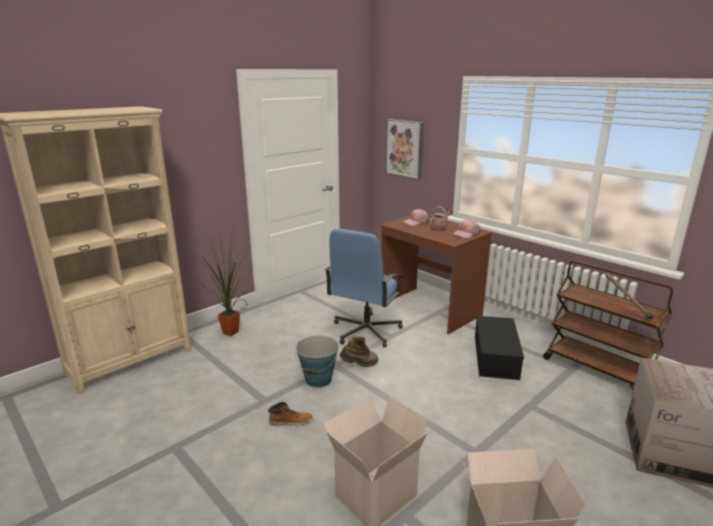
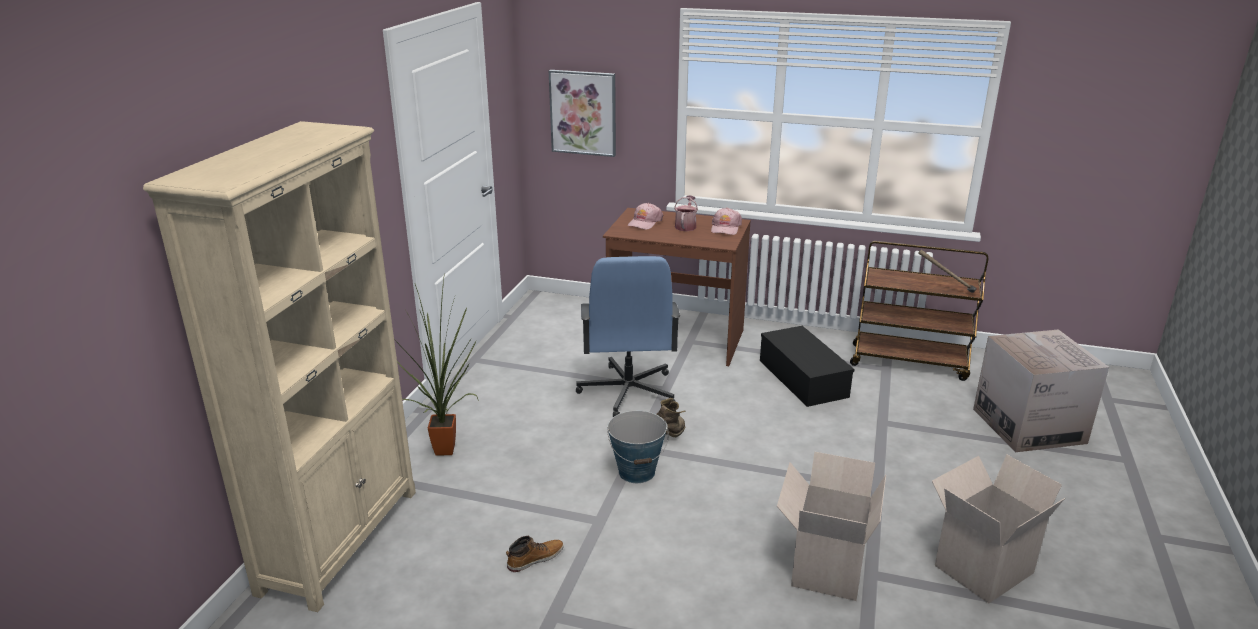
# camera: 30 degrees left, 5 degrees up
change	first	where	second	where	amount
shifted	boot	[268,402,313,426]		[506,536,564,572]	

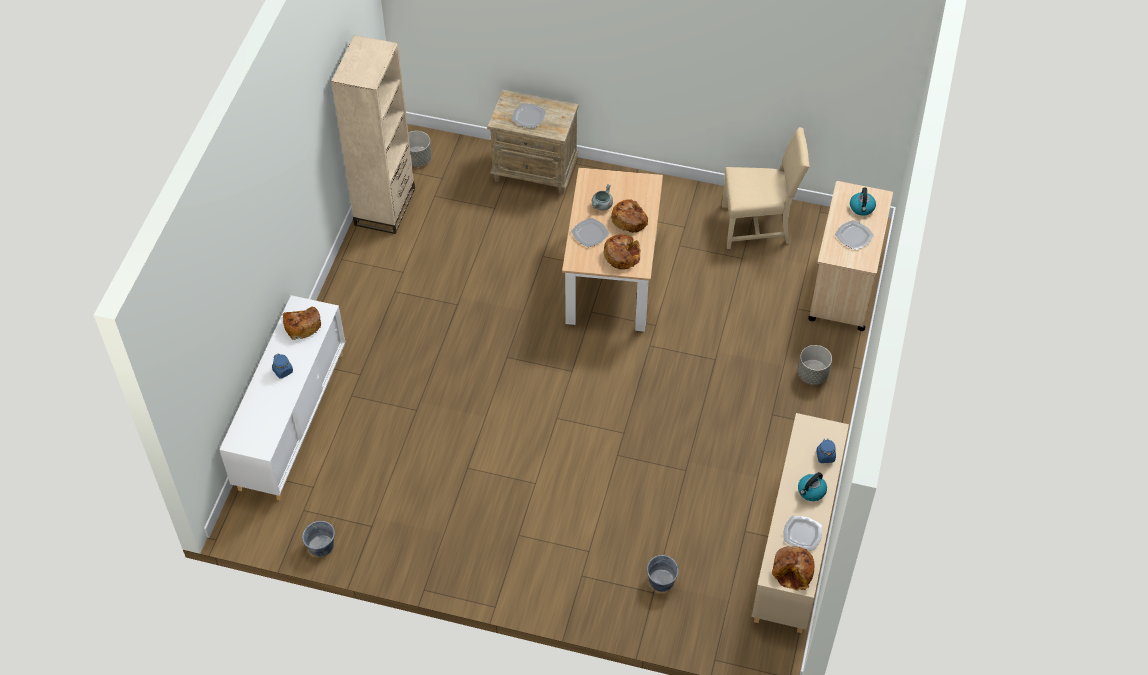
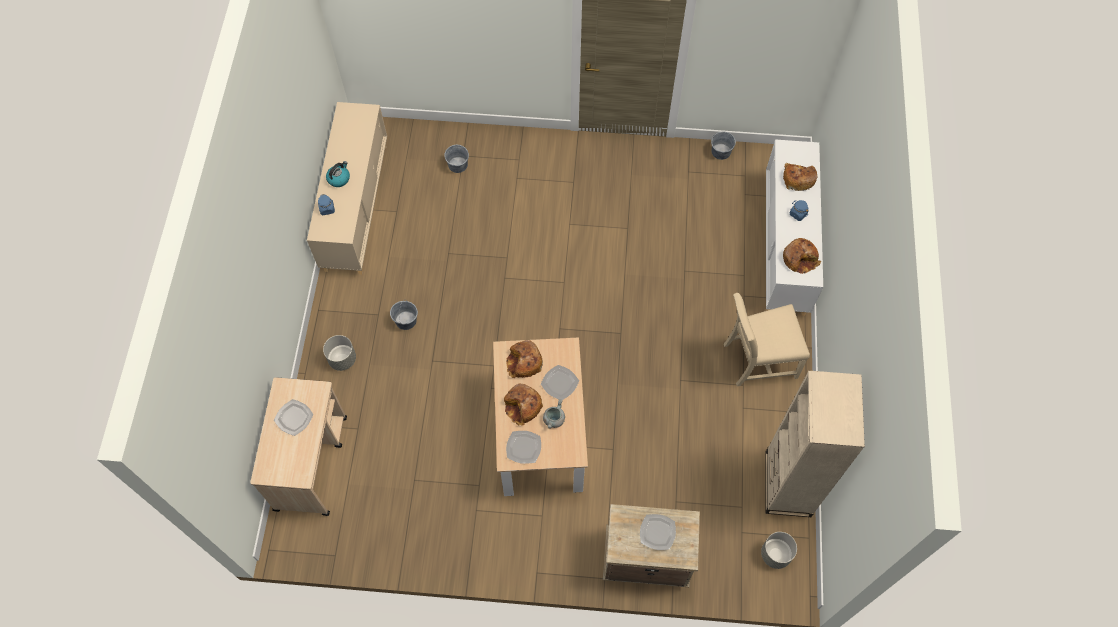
# camera: 170 degrees right, 10 degrees up
change	first	where	second	where	amount
shifted	beige chair	[722,127,810,249]		[724,293,810,386]	
gone	kettle	[850,188,876,216]			
shifted	plate	[783,516,822,550]		[506,431,541,464]	
shifted	bread	[772,546,815,591]		[783,163,817,191]	
new			grey bucket	[390,300,418,330]	

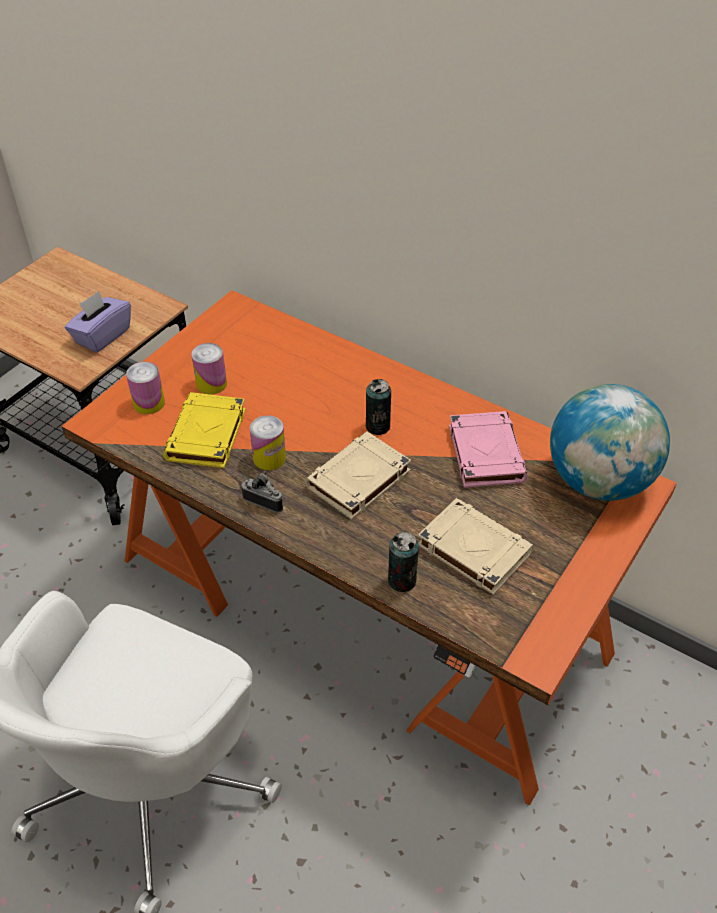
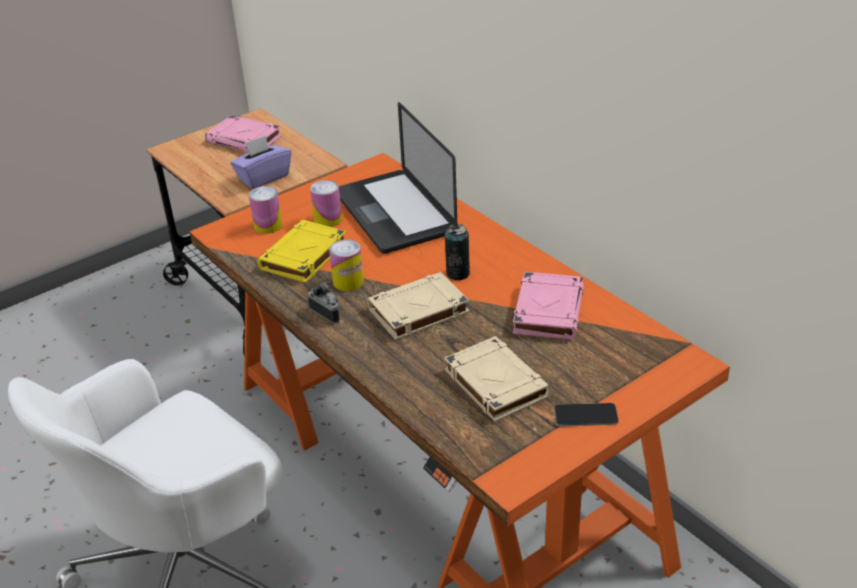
# camera: 20 degrees right, 10 degrees down
change	first	where	second	where	amount
gone	globe	[550,384,670,501]			
gone	can	[388,532,419,592]			
new			laptop	[339,102,457,254]	
new			pink book	[205,115,282,153]	
new			phone	[555,403,619,426]	

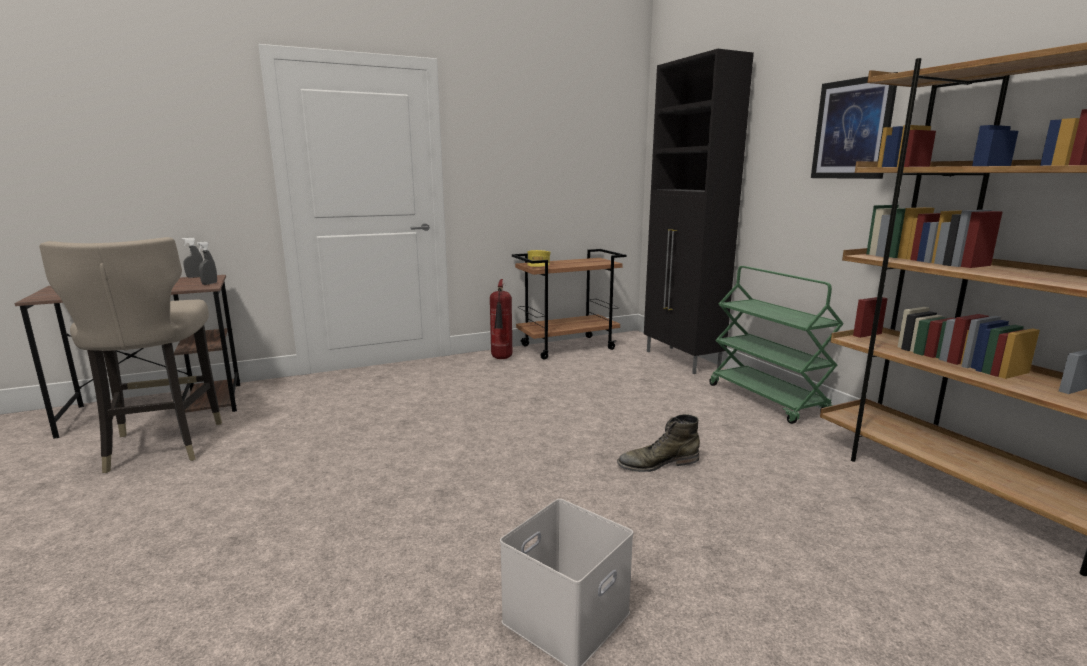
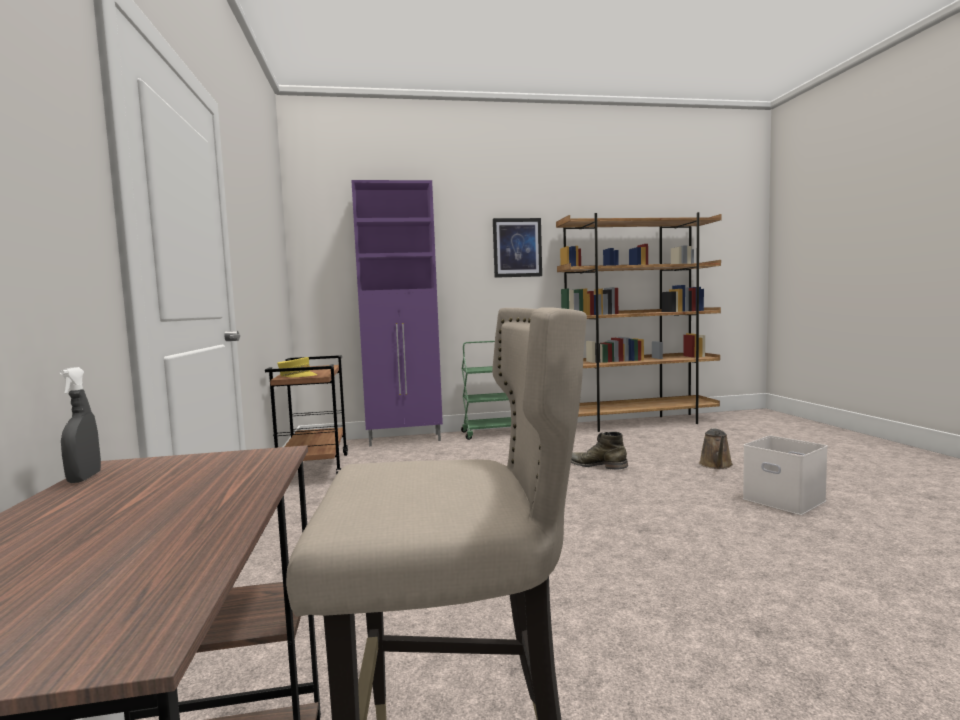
# camera: 75 degrees left, 10 degrees down
change	first	where	second	where	amount
repainted	black cabinet	[644,49,754,374]	purple cabinet	[351,180,443,446]	
gone	grey spray bottle	[197,241,217,285]			
gone	fire extinguisher	[490,279,512,359]			
rotated	green boot	[617,414,700,472]		[571,432,628,470]	120 degrees clockwise
new			brown watering can	[699,428,733,469]	

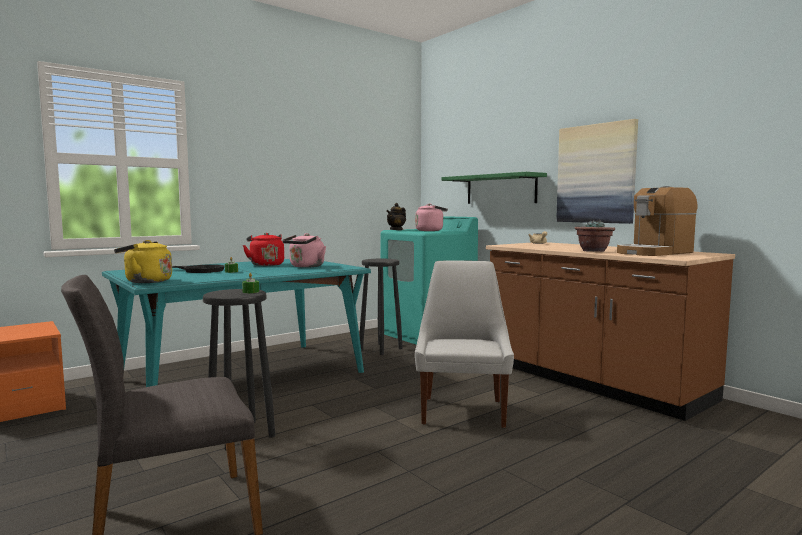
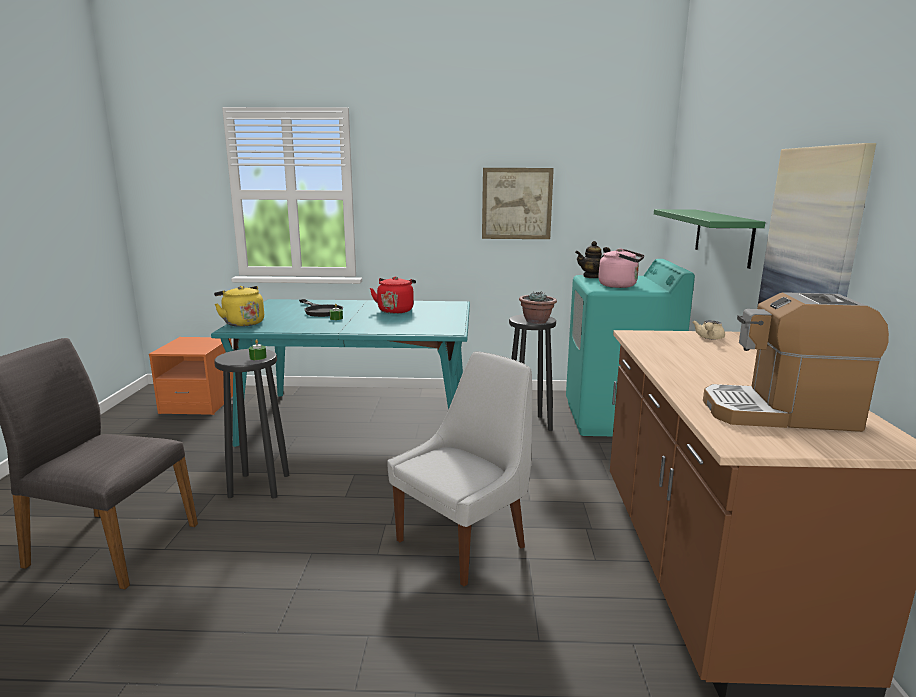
# camera: 40 degrees right, 10 degrees up
change	first	where	second	where	amount
shifted	potted plant	[575,220,615,252]		[519,291,557,324]	
gone	pink kettle	[282,233,326,268]			
new			picture	[482,168,554,239]	

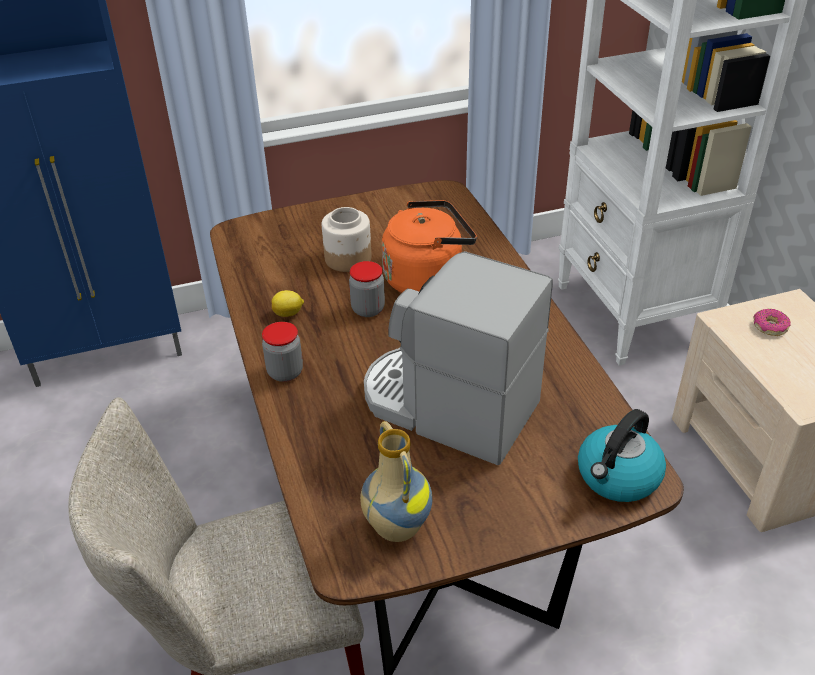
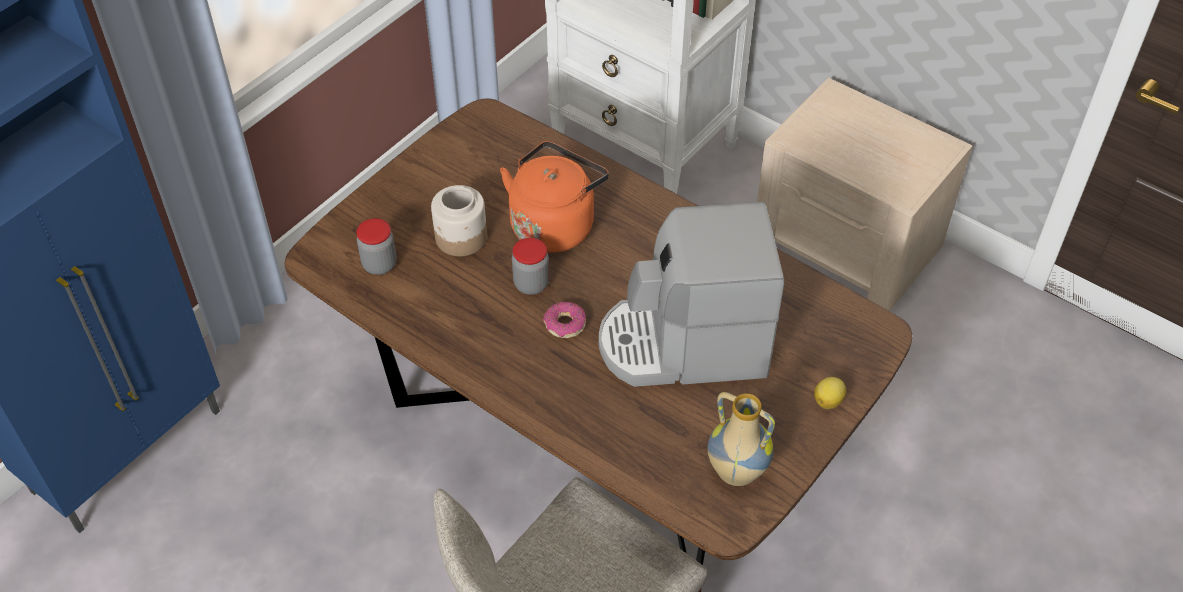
# camera: 35 degrees left, 10 degrees up
change	first	where	second	where	amount
shifted	lemon	[272,290,304,317]		[814,377,846,409]	
shifted	donut	[753,309,791,336]		[543,302,586,338]	
shifted	jar	[262,322,303,382]		[356,218,397,275]	
gone	kettle	[578,409,666,502]			

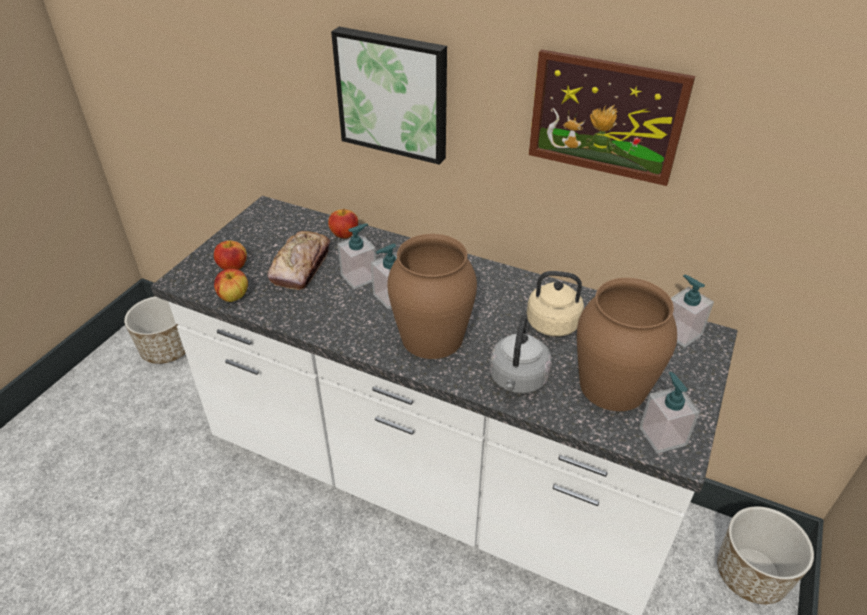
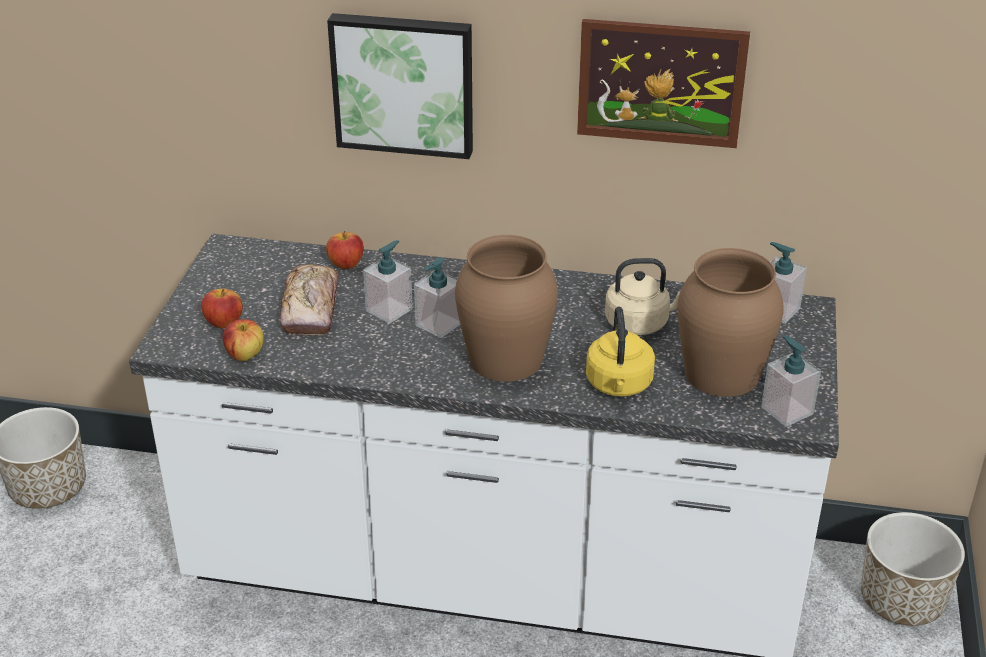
# camera: 15 degrees left, 5 degrees down
change	first	where	second	where	amount
repainted	grey kettle	[490,314,551,394]	yellow kettle	[586,307,655,397]	

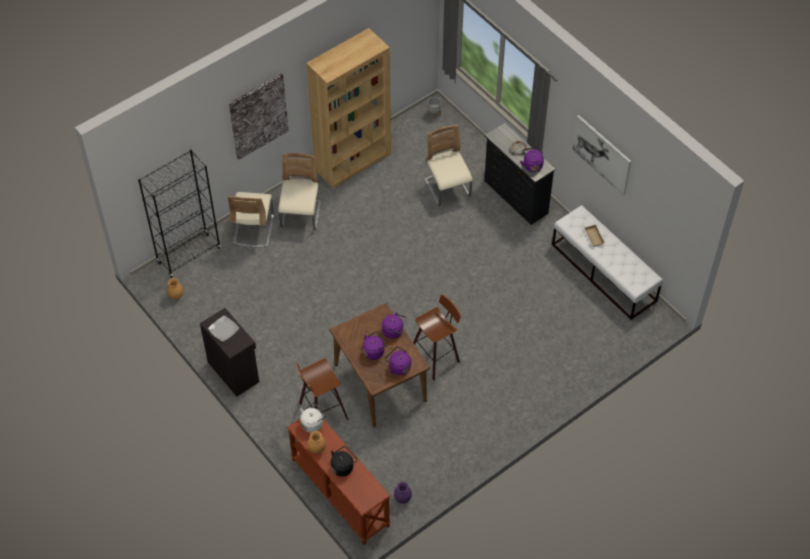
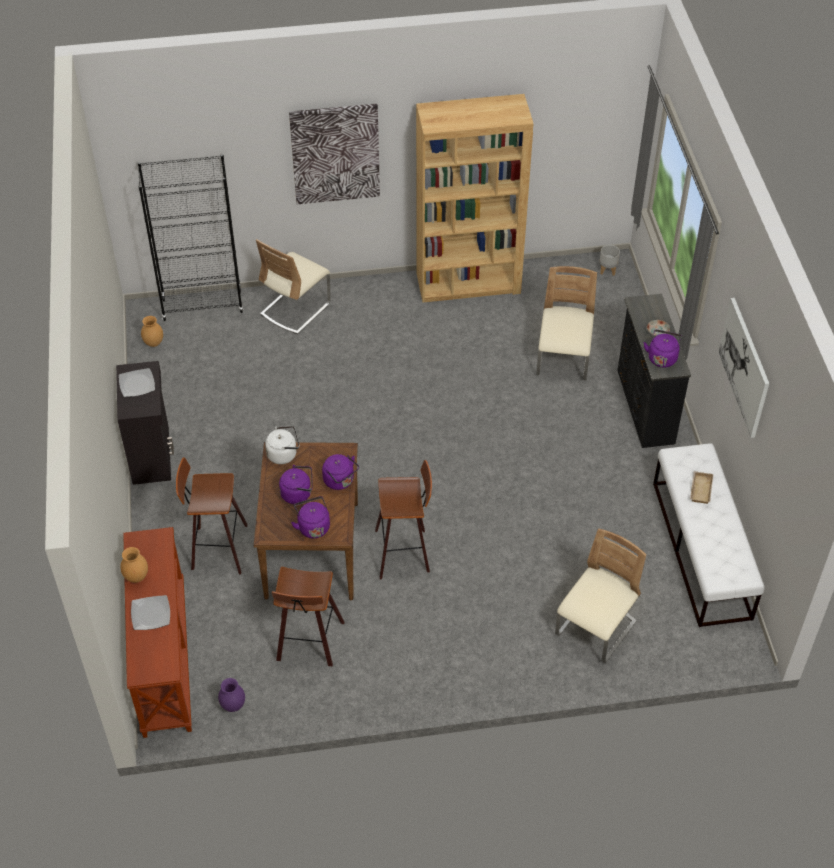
# camera: 30 degrees right, 5 degrees down
change	first	where	second	where	amount
shifted	beige chair	[278,153,321,230]		[555,529,646,663]	
shifted	white kettle	[300,403,327,433]		[265,426,300,464]	
swapped	black kettle	[331,446,358,477]	plate	[131,595,170,630]	
new			stool	[272,567,345,667]	

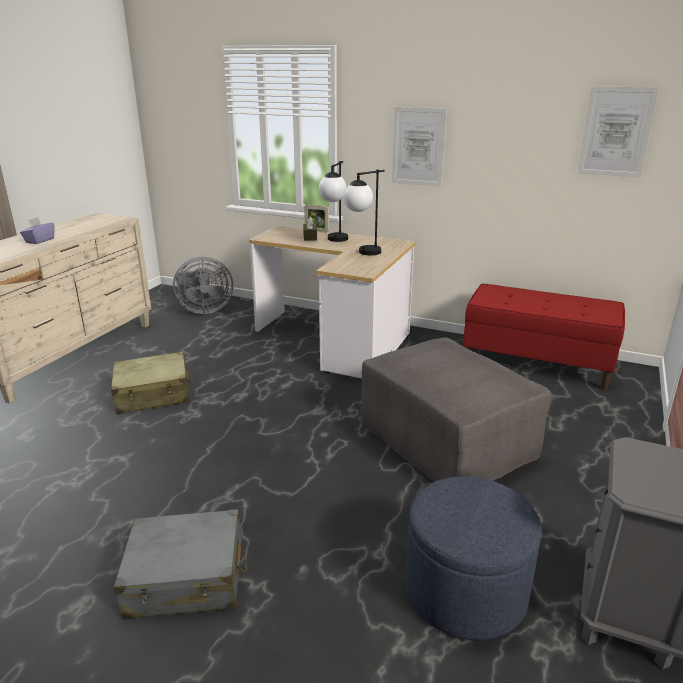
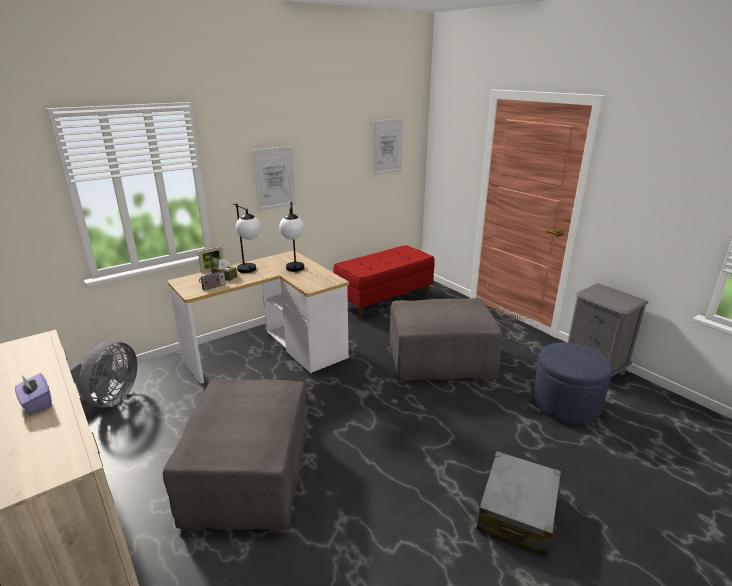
# camera: 60 degrees left, 0 degrees up
change	first	where	second	where	amount
swapped	beige suitcase	[111,351,194,414]	grey ottoman	[163,379,308,531]	
new			radio	[199,268,226,291]	

